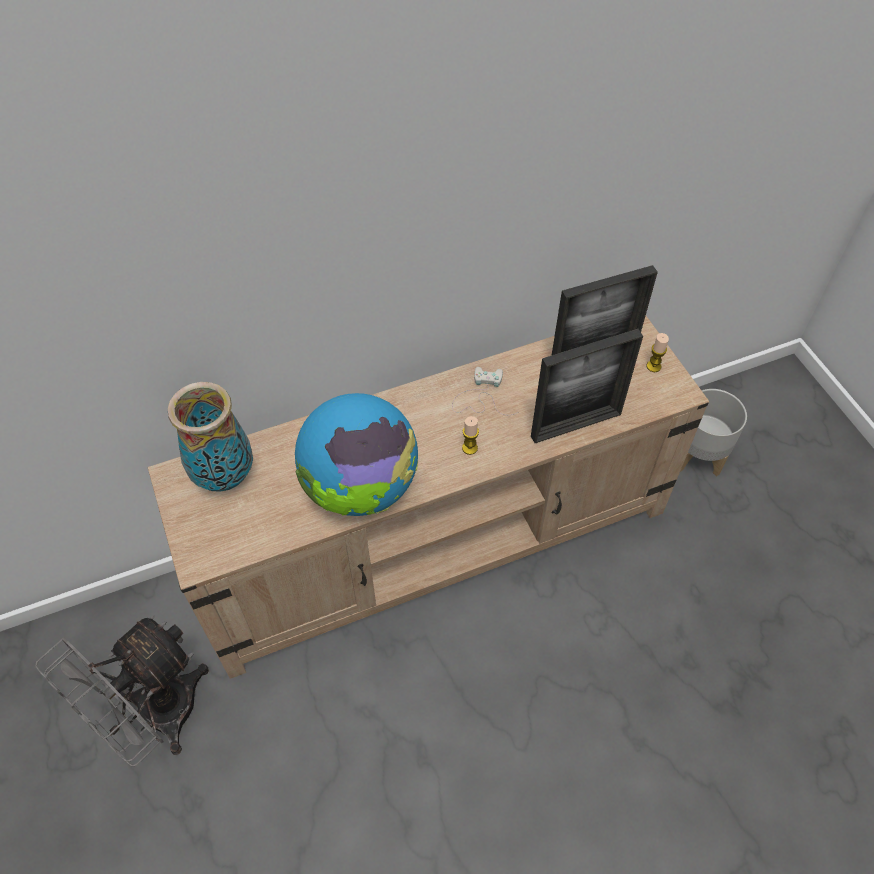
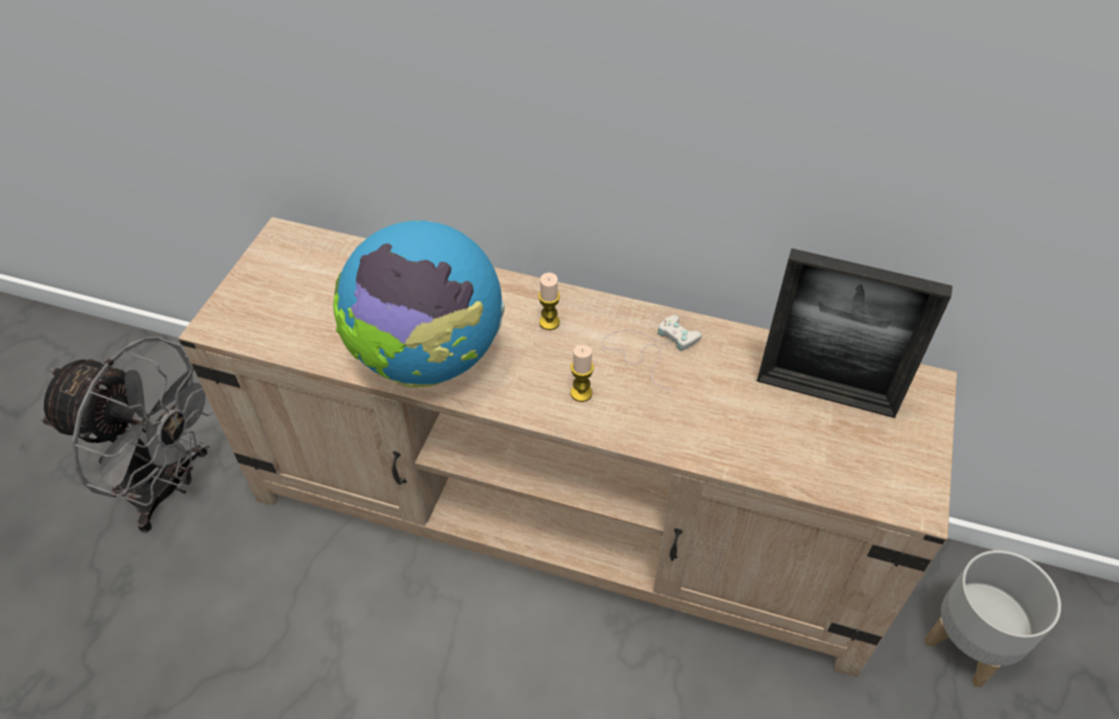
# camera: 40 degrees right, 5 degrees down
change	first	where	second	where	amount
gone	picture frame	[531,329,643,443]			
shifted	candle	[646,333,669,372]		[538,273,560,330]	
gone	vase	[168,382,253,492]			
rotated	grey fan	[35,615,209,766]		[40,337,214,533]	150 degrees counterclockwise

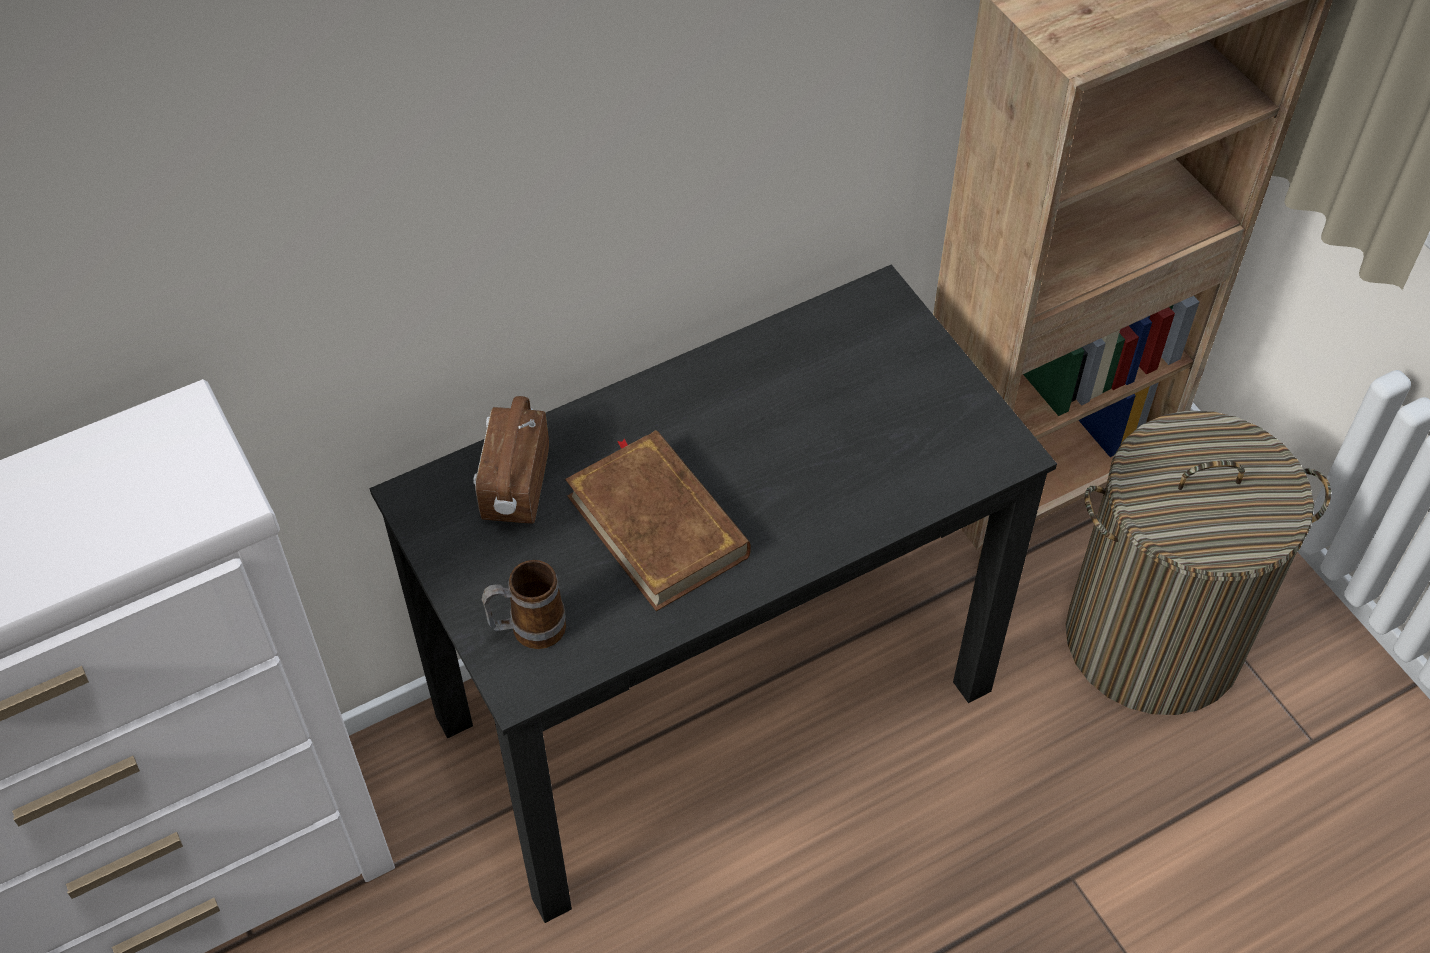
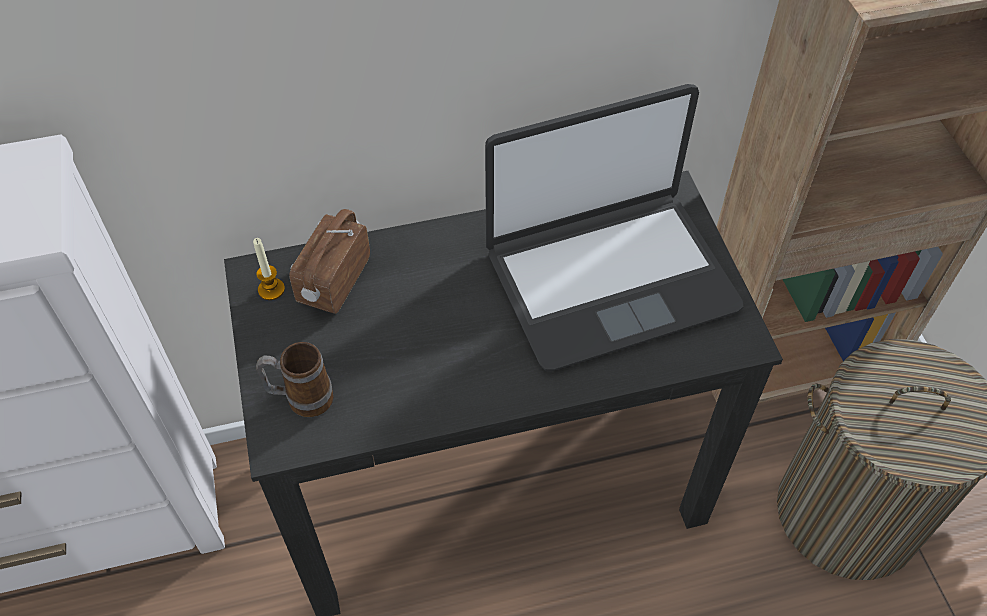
# camera: 15 degrees right, 0 degrees up
change	first	where	second	where	amount
gone	brown book	[565,430,751,611]			
new			laptop	[485,84,744,371]	
new			candle	[253,238,285,300]	

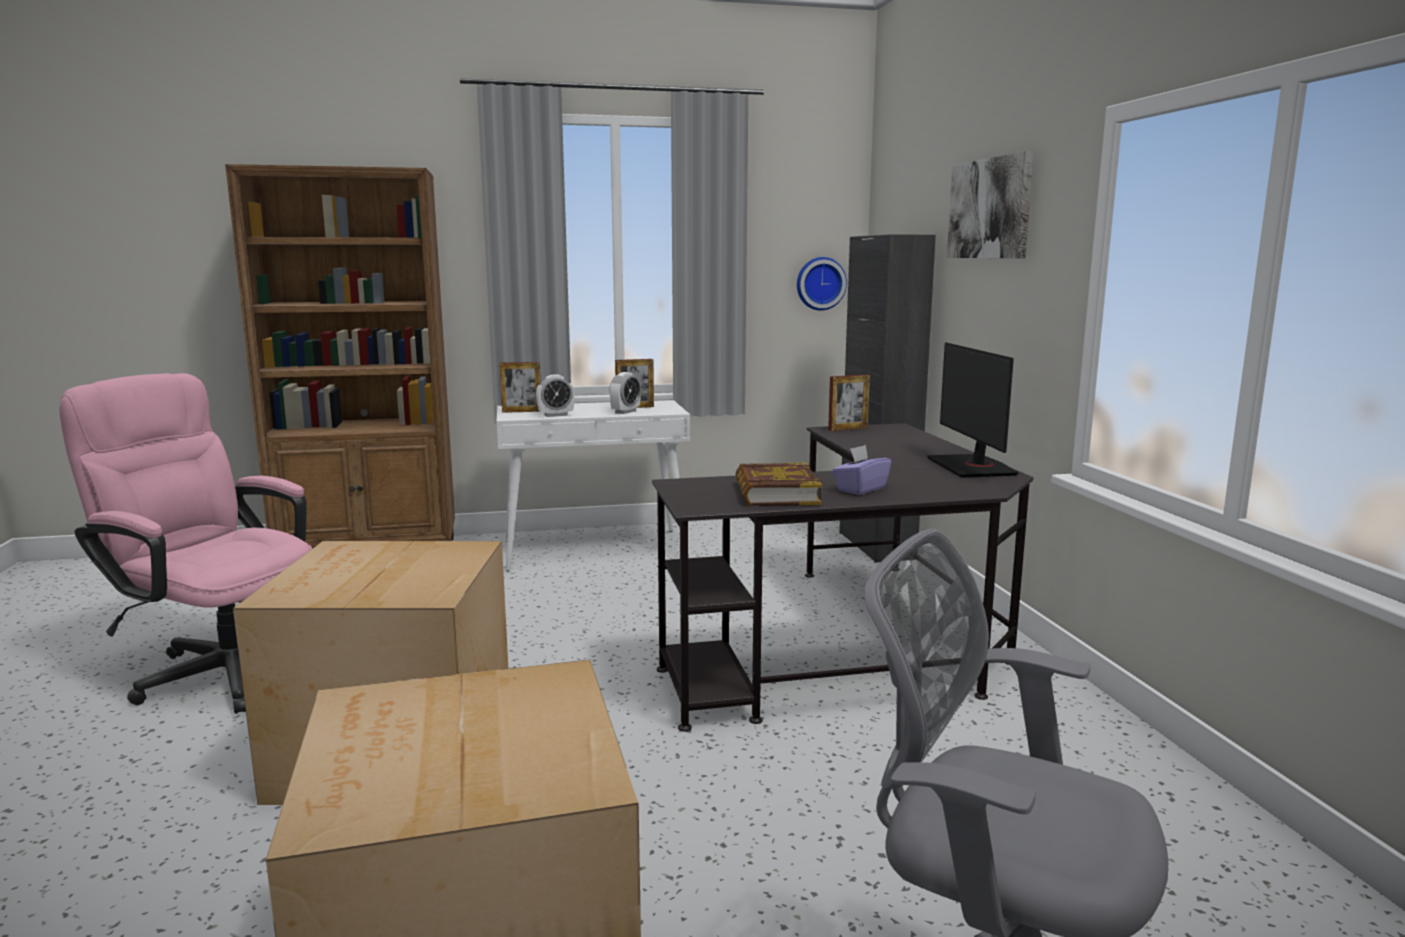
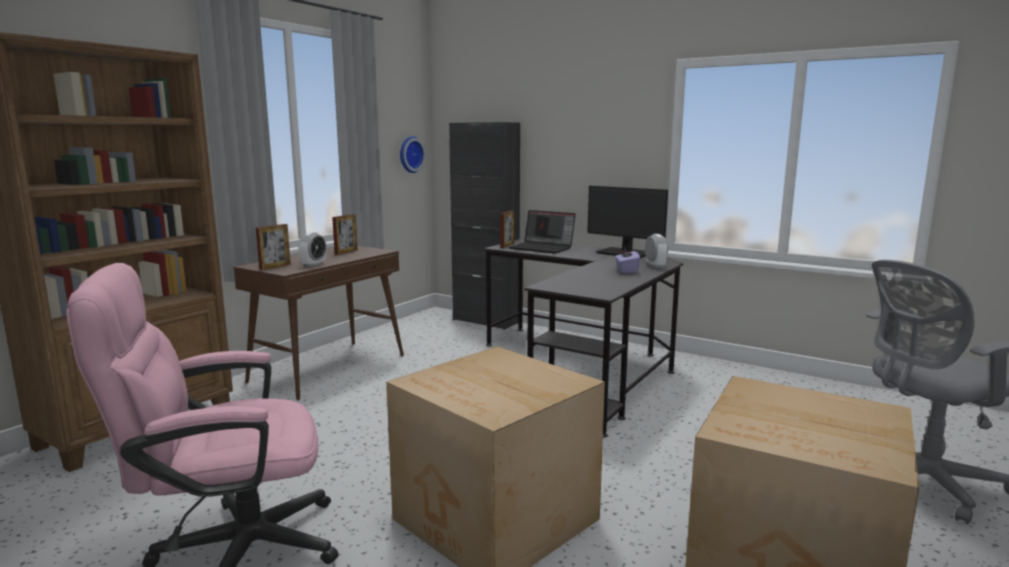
# camera: 45 degrees left, 0 degrees up
change	first	where	second	where	amount
gone	picture	[947,151,1034,258]			
shifted	alarm clock	[609,372,641,414]		[645,234,668,268]	
repainted	white console table	[497,400,690,571]	brown console table	[234,246,404,401]	
gone	book	[736,463,822,506]			
new			laptop	[509,210,576,254]	

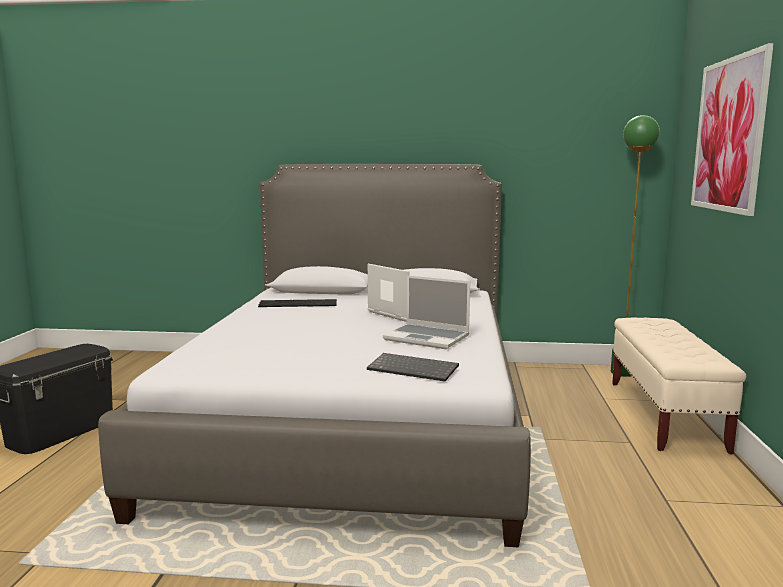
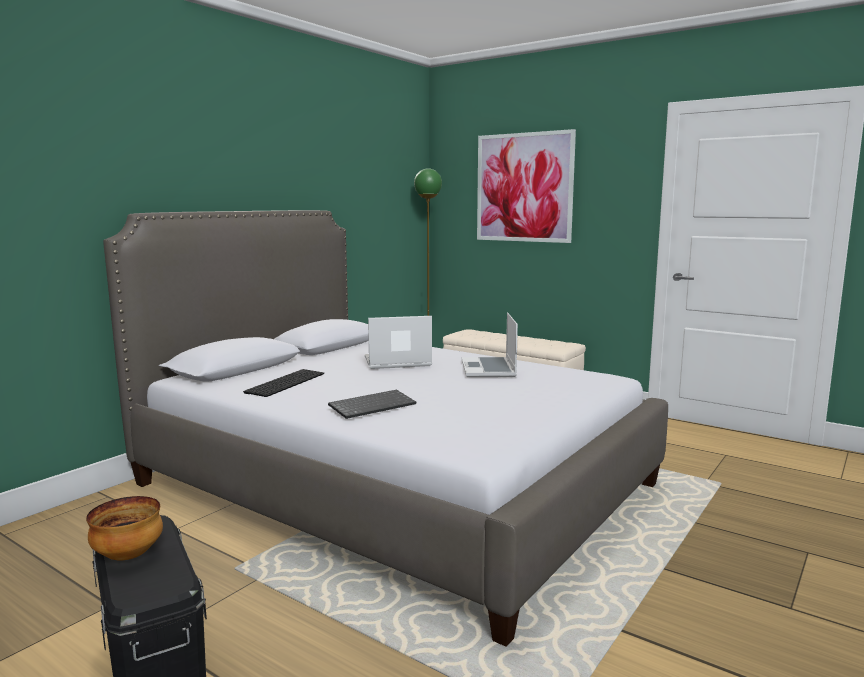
# camera: 60 degrees left, 0 degrees up
change	first	where	second	where	amount
rotated	laptop	[383,275,470,349]		[462,313,518,377]	120 degrees clockwise
shifted	keyboard	[367,353,459,382]		[328,390,416,419]	
new			bowl	[86,496,163,560]	

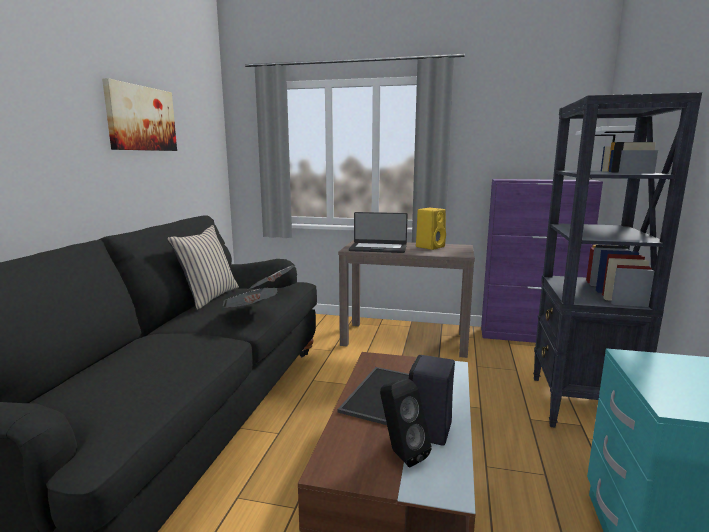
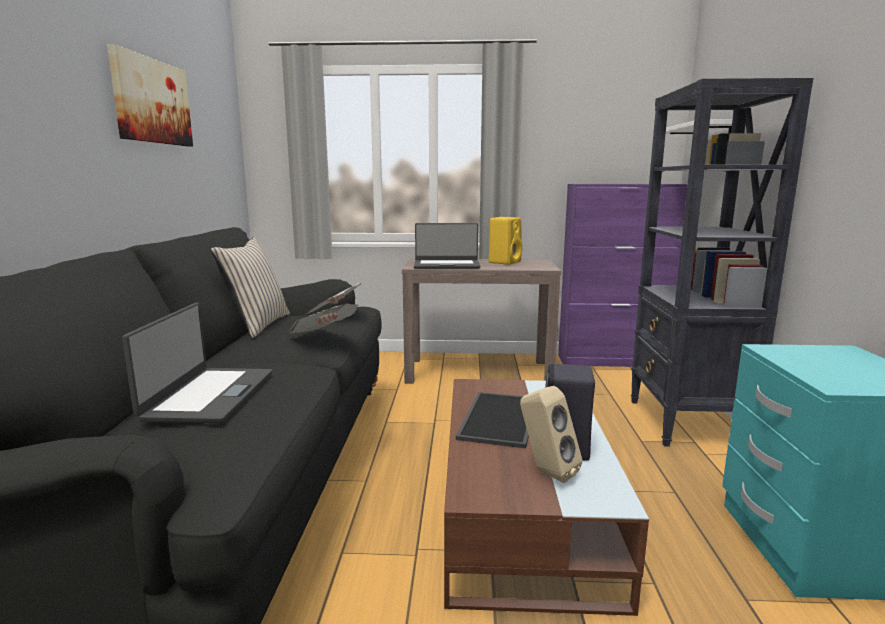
# camera: 10 degrees left, 0 degrees up
change	first	where	second	where	amount
repainted	black speaker	[380,379,432,467]	beige speaker	[520,386,582,483]	
new			laptop	[122,302,272,423]	

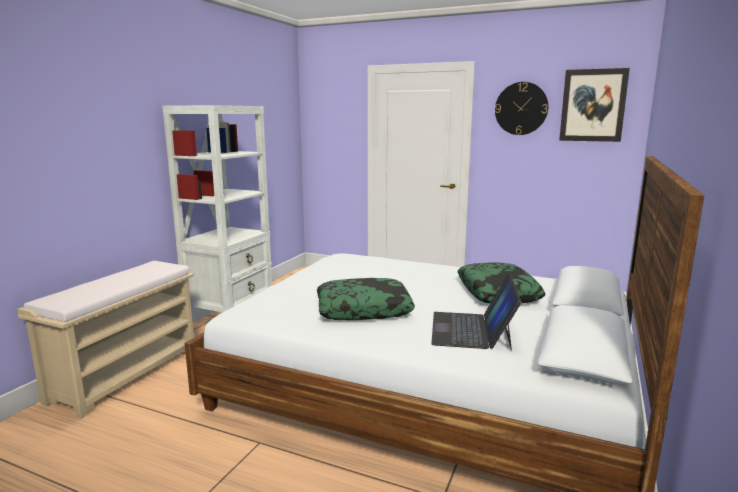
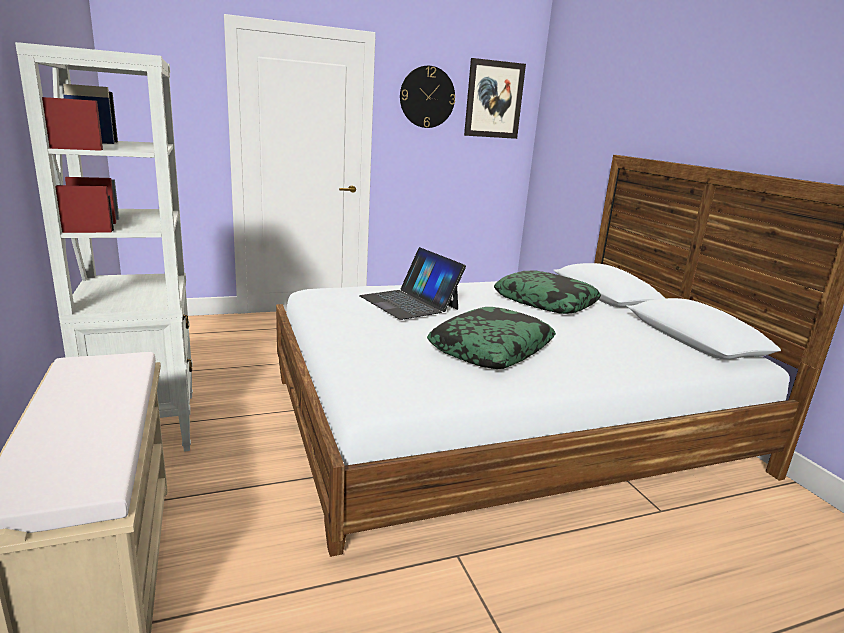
# camera: 45 degrees left, 5 degrees up
change	first	where	second	where	amount
shifted	laptop	[431,274,521,350]		[359,247,466,320]	

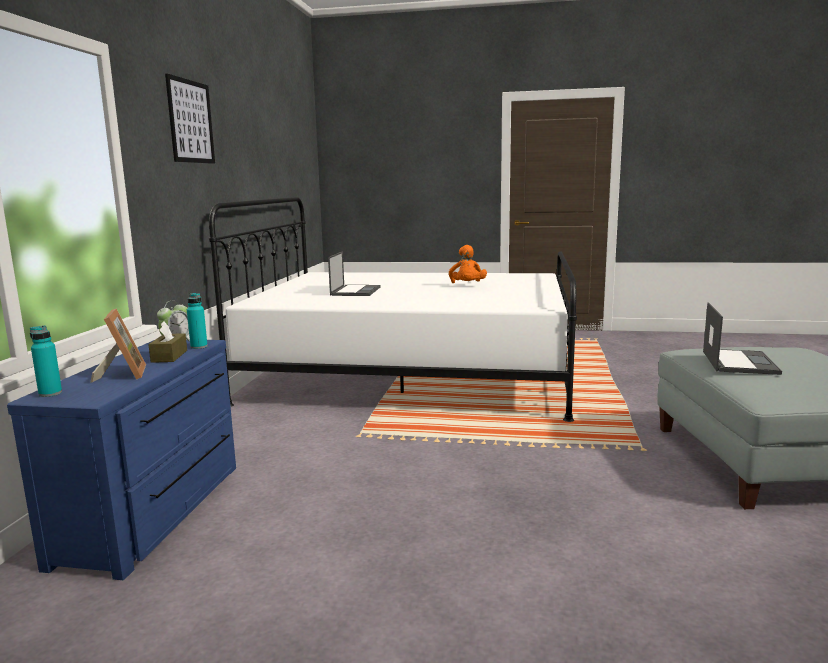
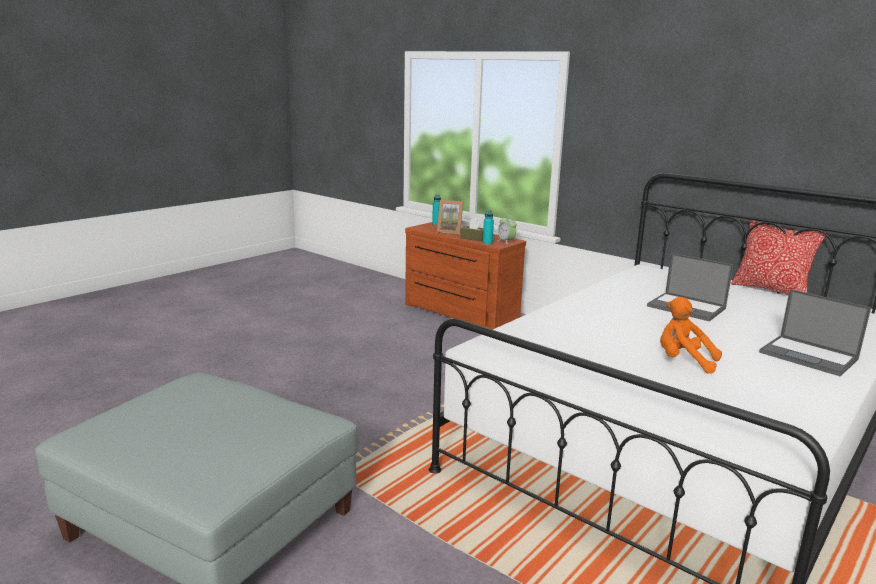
# camera: 120 degrees right, 5 degrees up
change	first	where	second	where	amount
gone	picture	[165,74,215,164]			
shifted	laptop	[703,303,782,375]		[759,289,871,376]	
repainted	blue dresser	[7,339,236,580]	brown dresser	[405,222,526,330]	
new			pillow	[731,220,827,295]	

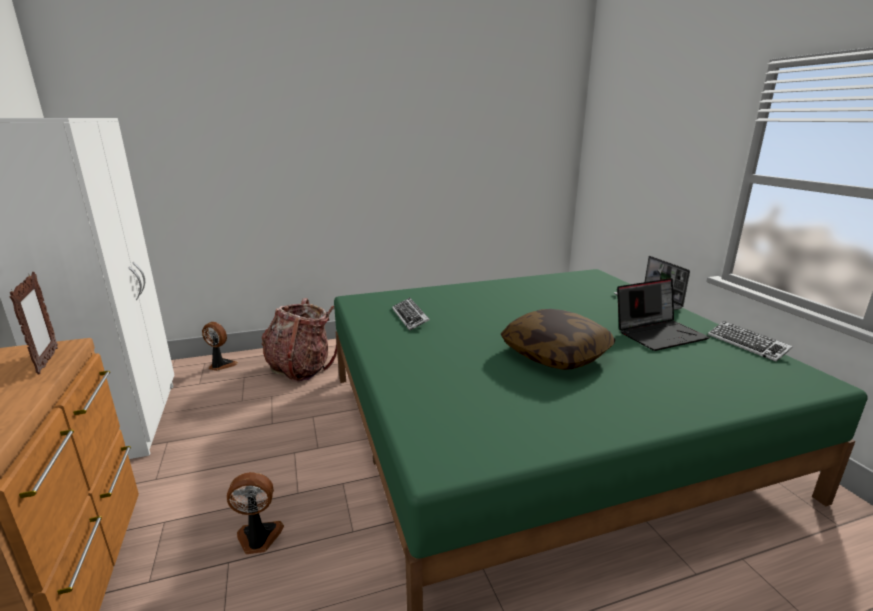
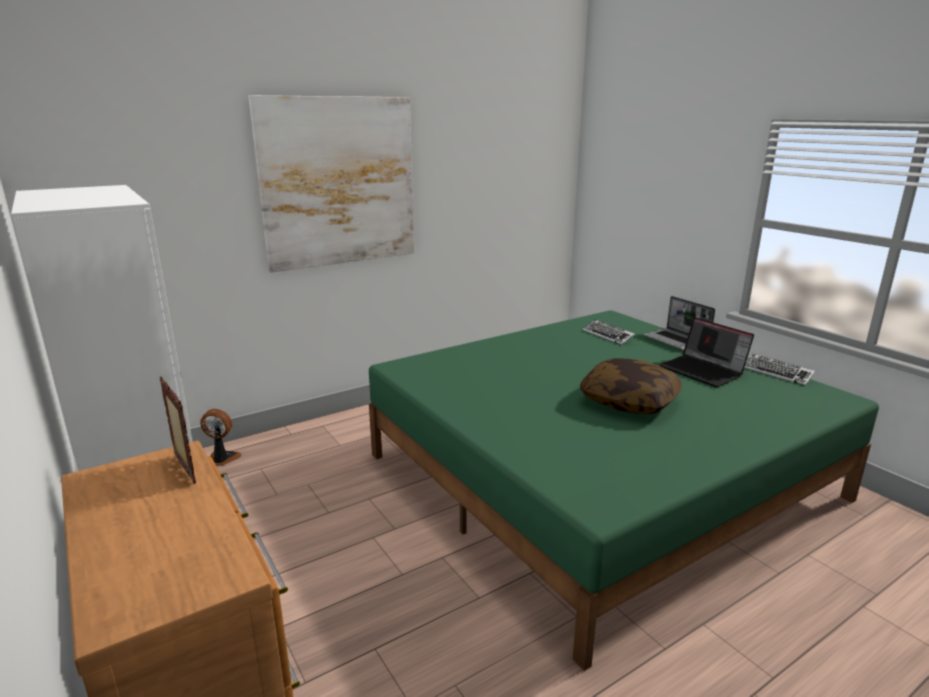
# camera: 15 degrees left, 0 degrees up
change	first	where	second	where	amount
rotated	laptop	[617,278,710,351]		[659,317,754,387]	90 degrees clockwise
gone	backpack	[261,298,337,382]			
shifted	keyboard	[392,298,430,331]		[583,319,635,345]	
gone	fan	[227,472,284,554]			
new			picture	[248,95,414,272]	

